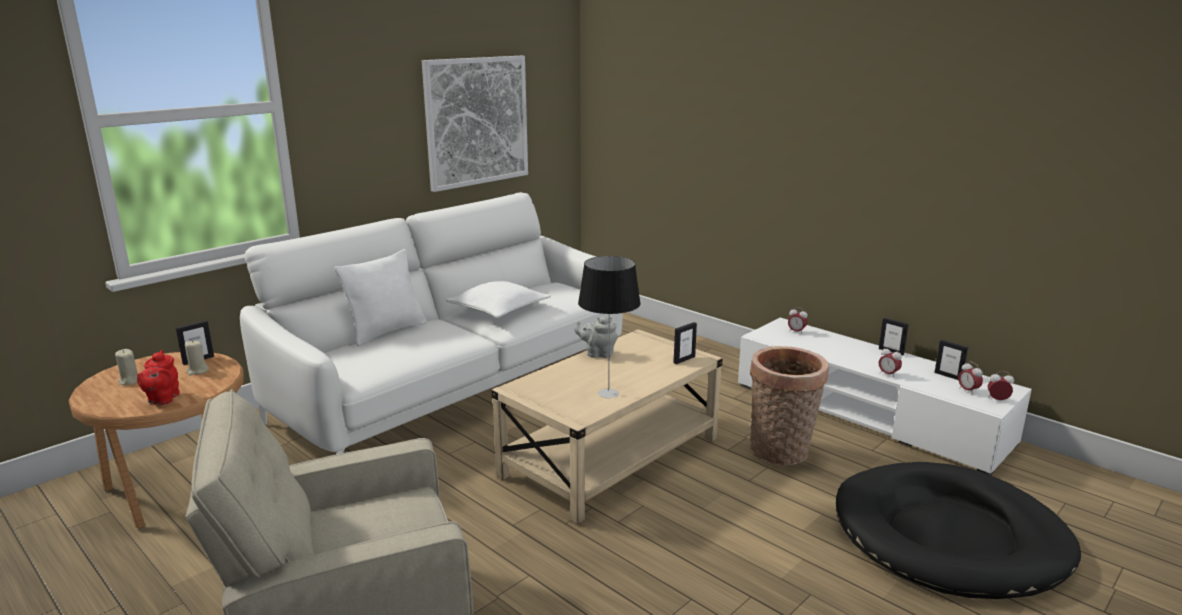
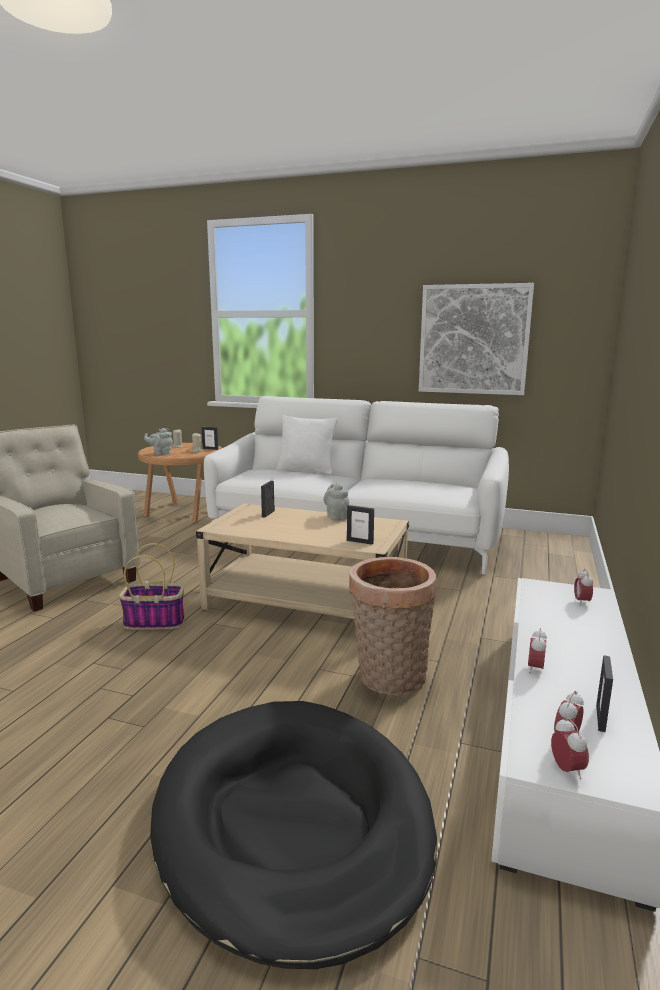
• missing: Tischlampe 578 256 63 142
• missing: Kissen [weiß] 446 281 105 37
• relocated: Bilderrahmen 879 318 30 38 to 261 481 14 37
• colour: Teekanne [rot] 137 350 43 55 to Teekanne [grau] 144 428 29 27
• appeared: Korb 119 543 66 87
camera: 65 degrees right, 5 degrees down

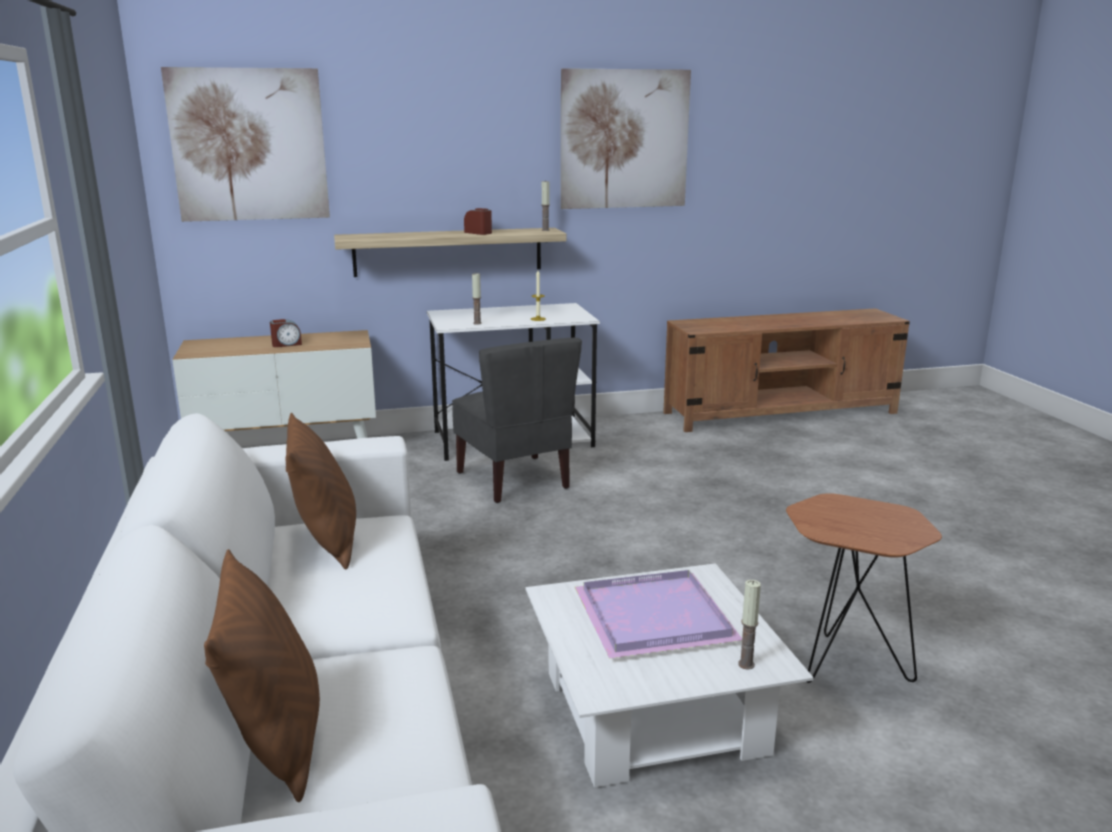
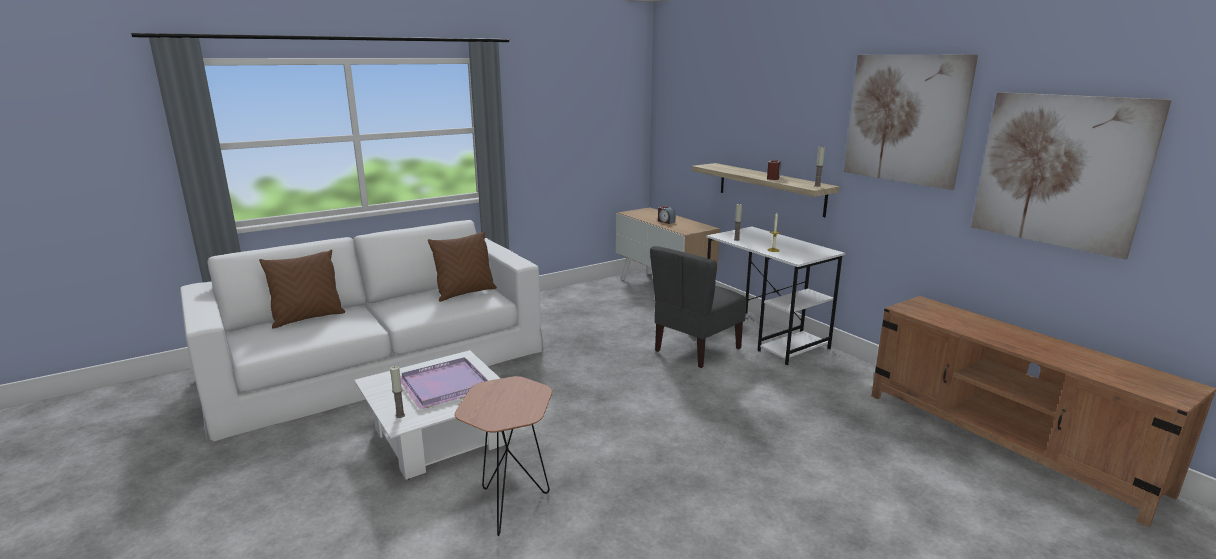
• relocated: Bild 161 67 169 155 to 971 92 201 168
camera: 70 degrees right, 0 degrees up

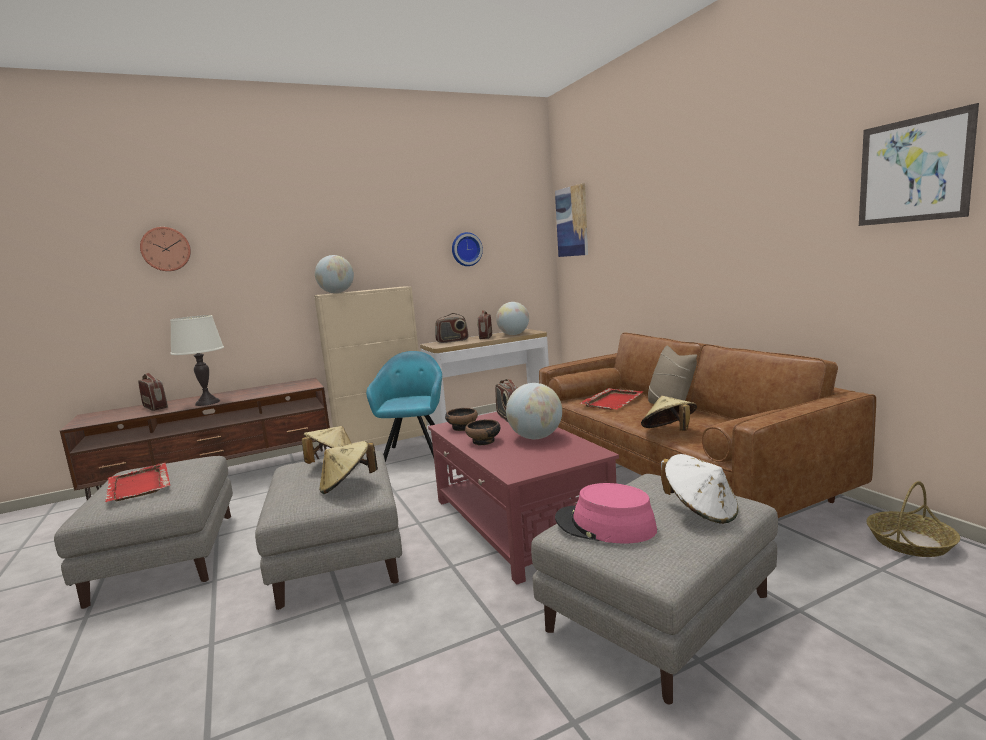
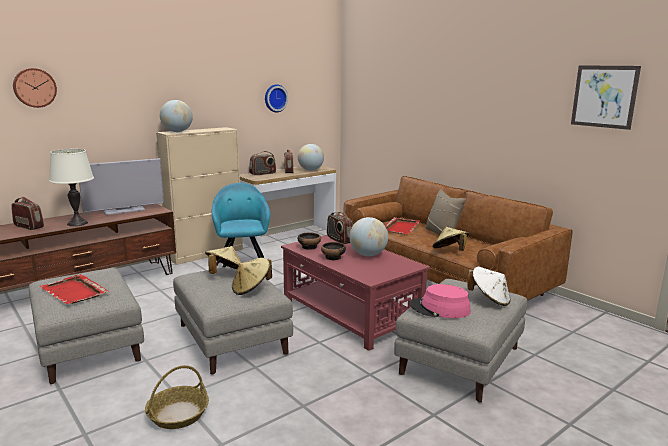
• missing: Bild 555 183 33 74
• relocated: Korb 866 481 94 76 to 145 365 64 64
• appeared: Fernseher 79 158 85 57
camera: 15 degrees left, 5 degrees up

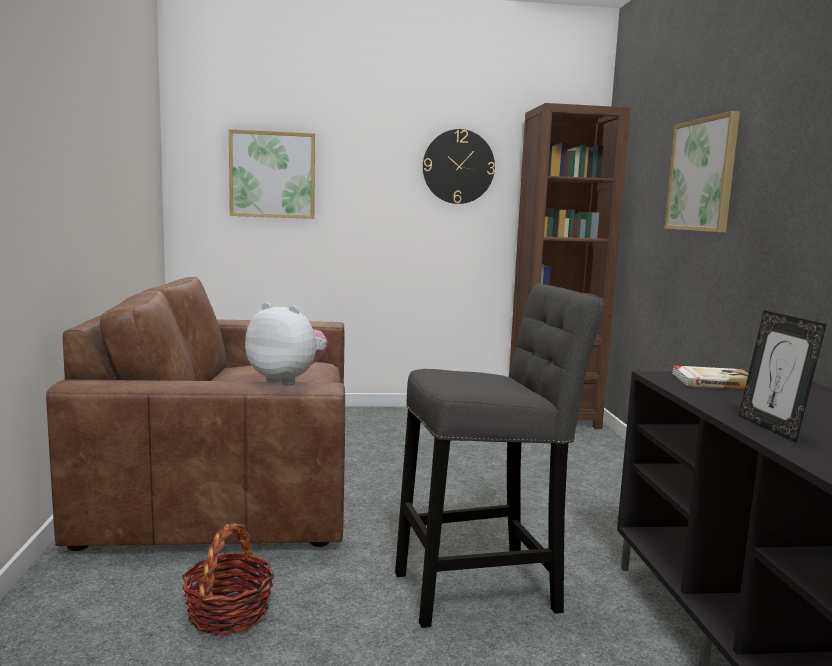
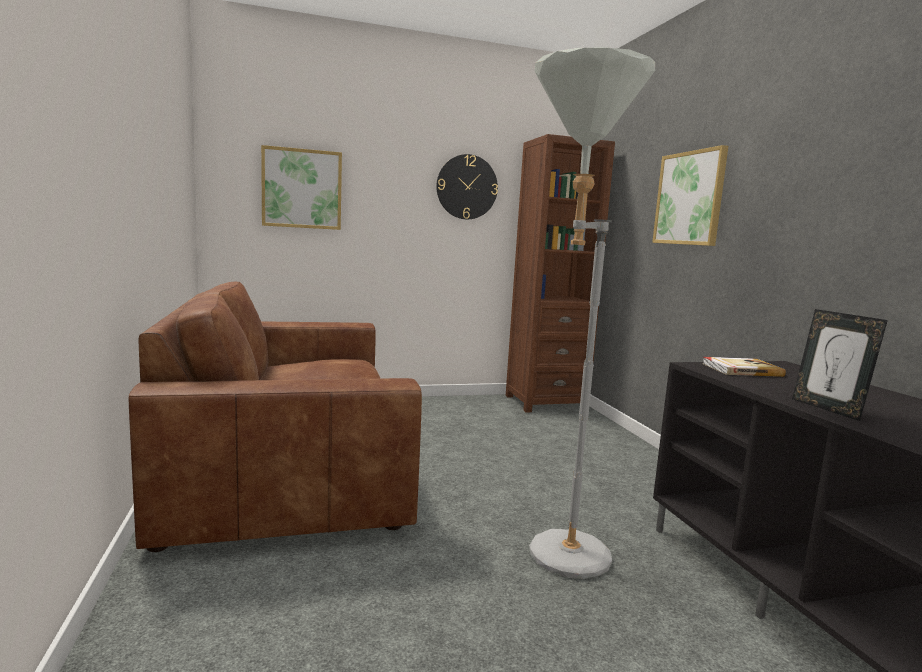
• exchanged: Hocker [grau] 395 284 210 344 to Stehlampe [grau] 529 47 126 532
• missing: Plüschtier 245 302 82 84
• missing: Korb 182 523 92 112
camera: 10 degrees left, 0 degrees up

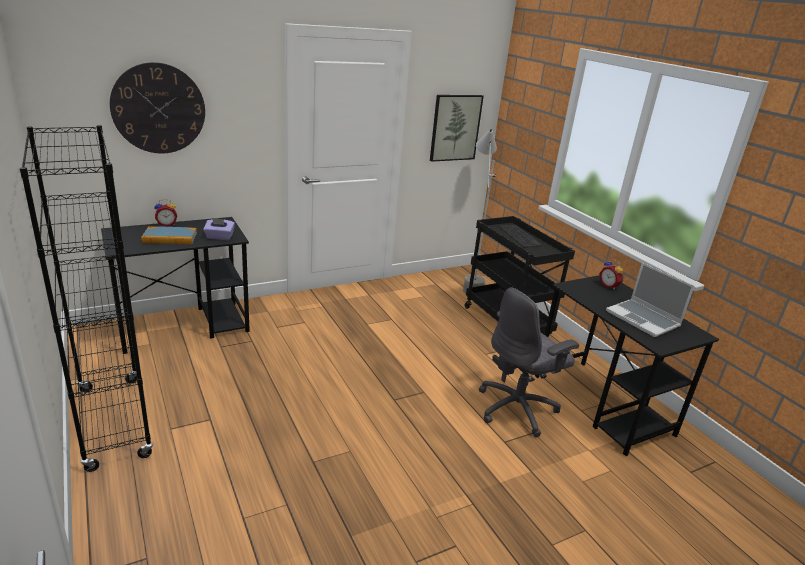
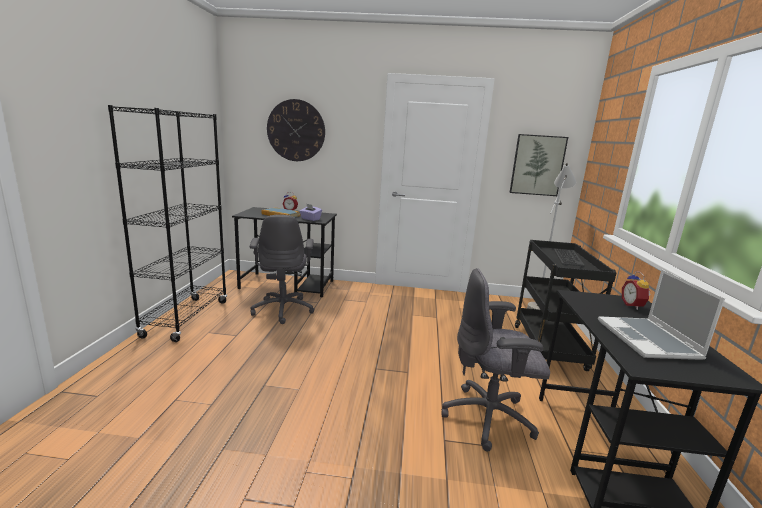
• appeared: Bürostuhl [grau] 250 215 65 109
camera: 35 degrees right, 10 degrees down

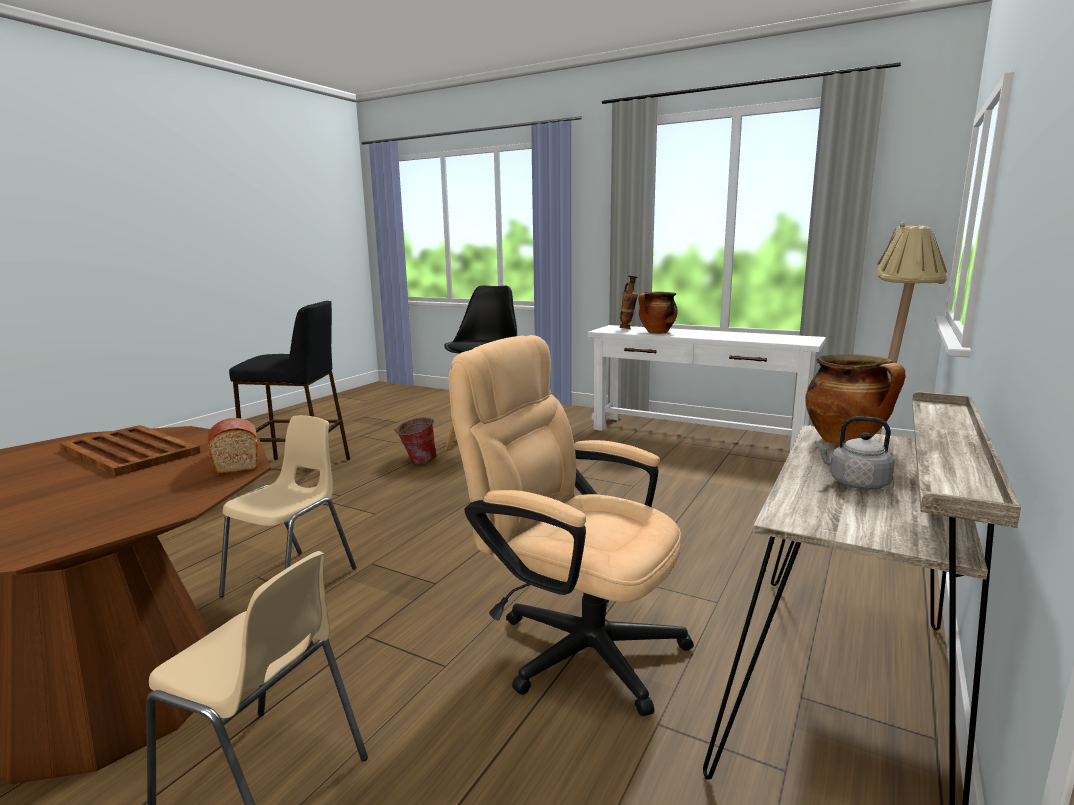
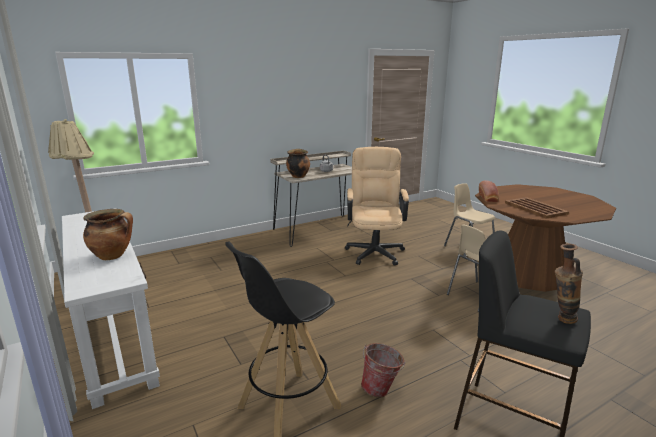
• relocated: Vase 619 276 19 53 to 555 244 28 80
• spun: Bürostuhl [beige] 448 335 246 381 = 345 147 64 119 150 degrees counterclockwise
camera: 150 degrees left, 5 degrees up

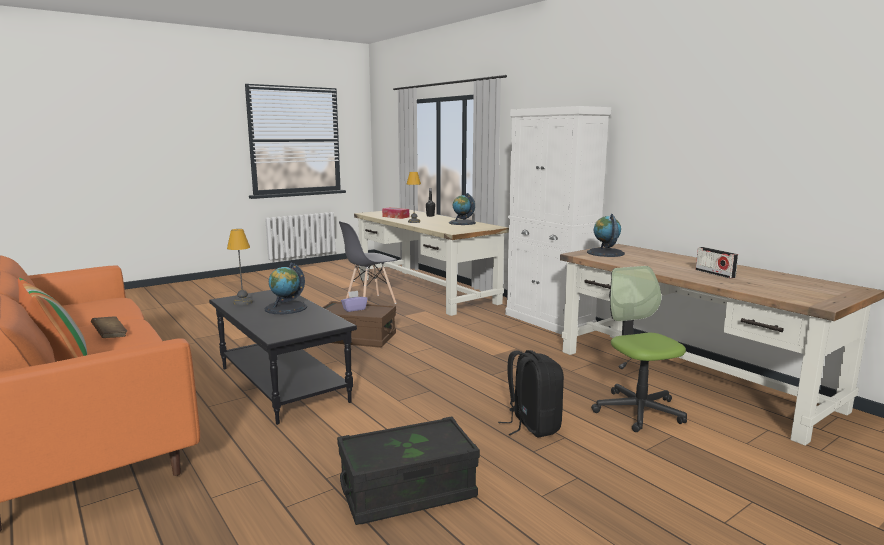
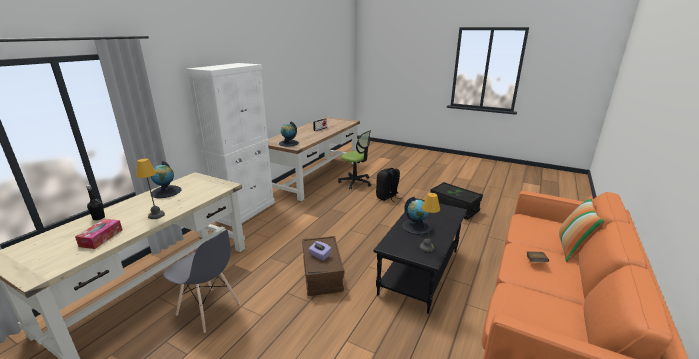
• spun: Bürostuhl 591 266 96 166 = 338 130 33 59 105 degrees counterclockwise
camera: 115 degrees left, 10 degrees up

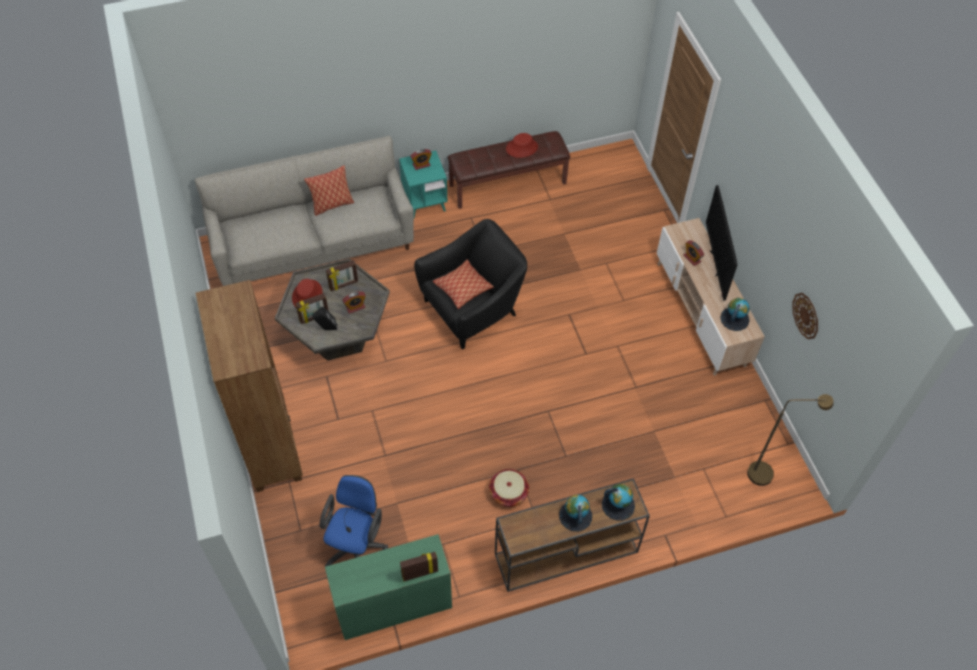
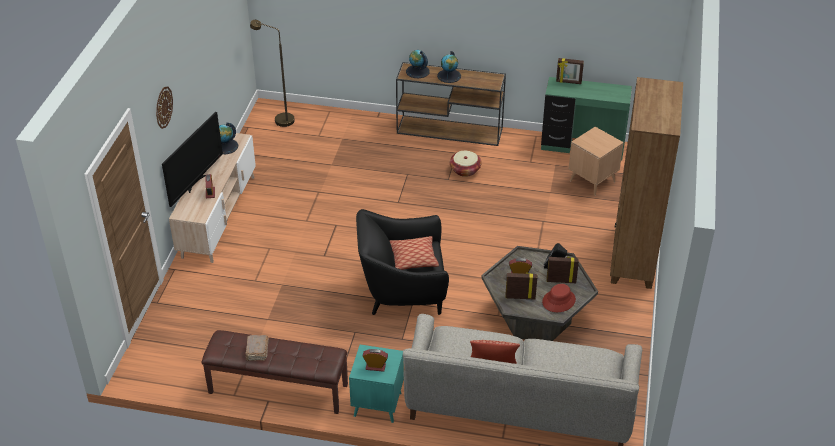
• exchanged: Hut [rot] 506 133 32 25 to Buch [braun] 245 335 23 26
• relocated: Wanduhr 793 293 25 46 to 156 86 17 43
• exchanged: Bürostuhl [blau] 320 475 68 92 to Beistelltisch [braun] 569 127 55 69
camera: 150 degrees left, 15 degrees down

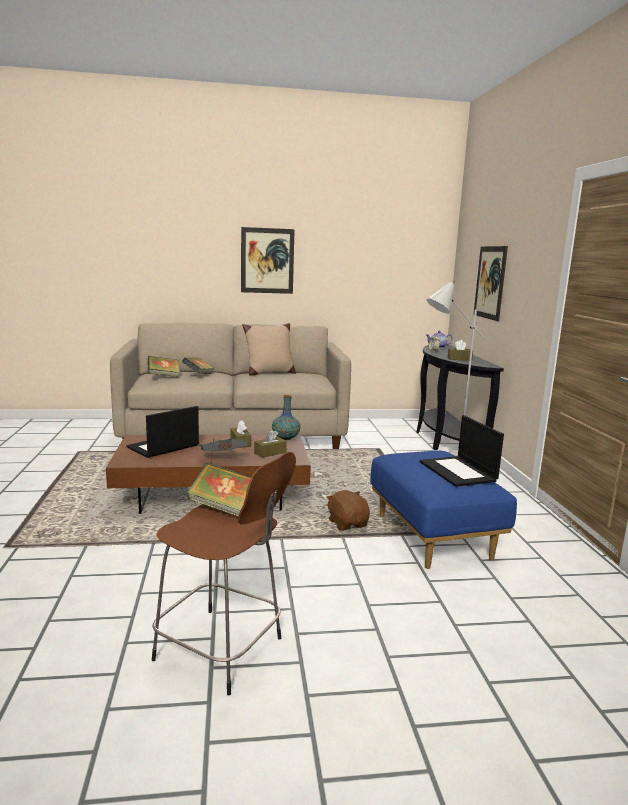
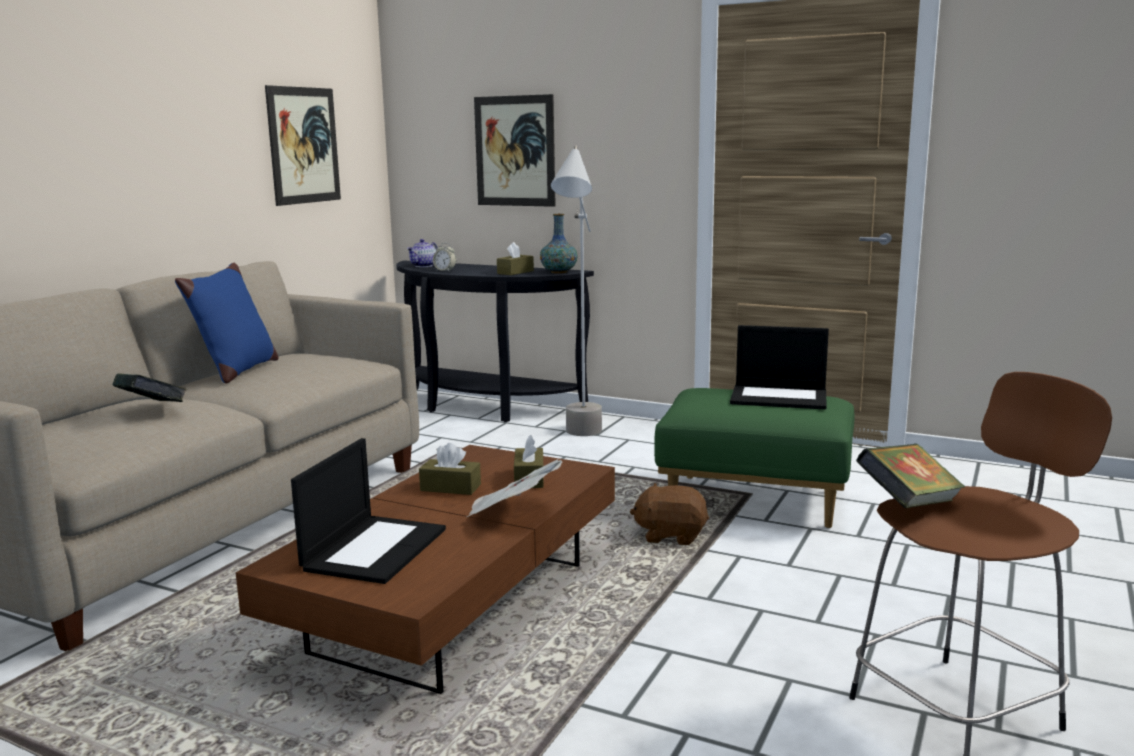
• relocated: Bild 241 227 54 67 to 265 85 76 121
• colour: Kissen [beige] 242 323 54 53 to Kissen [blau] 175 263 104 120
• missing: Buch 147 356 33 21
• relocated: Vase 272 395 28 45 to 540 214 38 59
• spun: Laptop 127 406 72 52 = 291 438 155 146 150 degrees counterclockwise
• colour: Polsterhocker [blau] 370 450 147 119 to Polsterhocker [grün] 654 388 200 140
camera: 55 degrees left, 0 degrees up

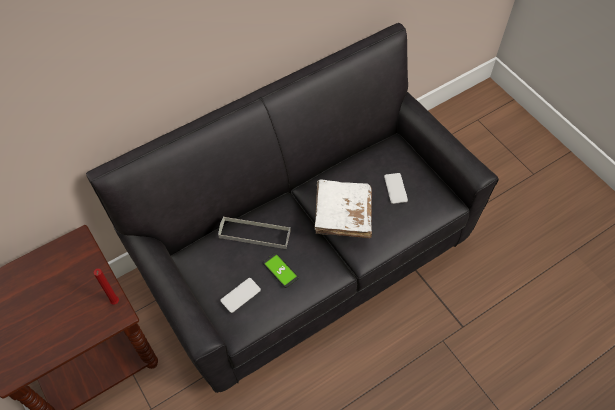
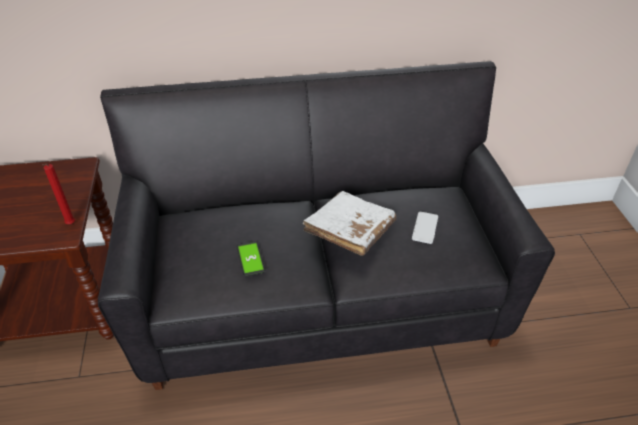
• missing: Tablett [grau] 218 216 73 33
• missing: Handy 221 278 40 35
camera: 25 degrees right, 15 degrees down

